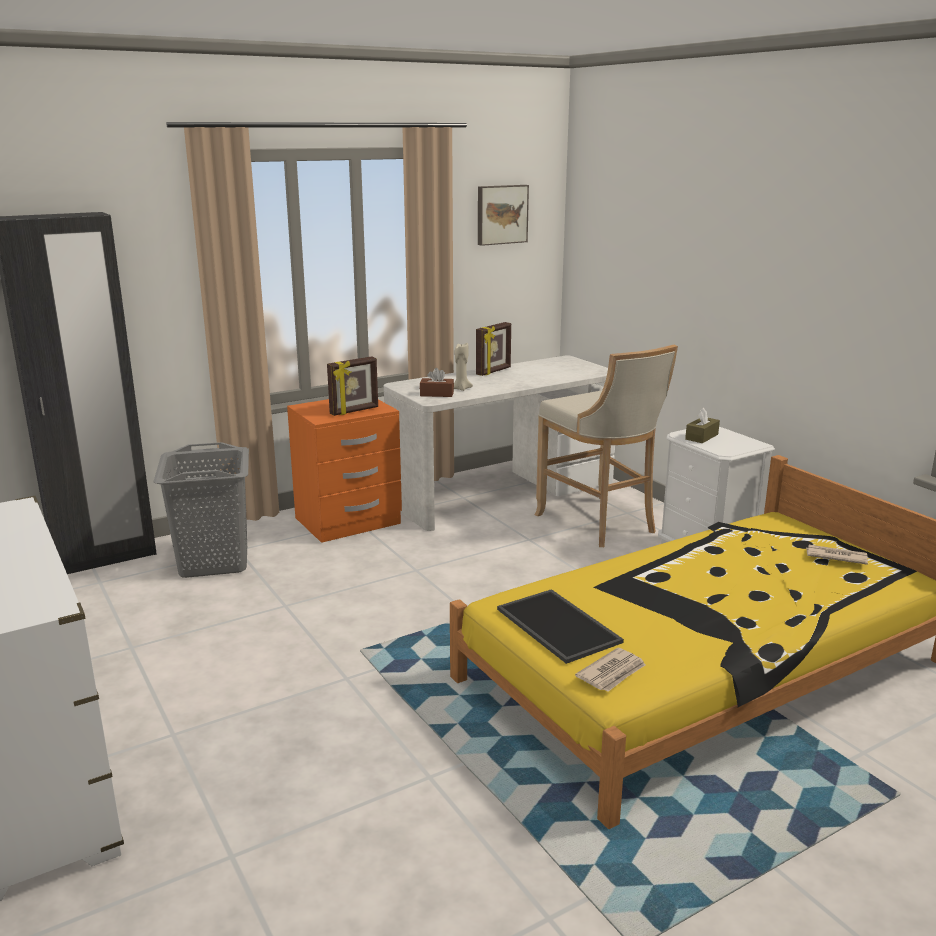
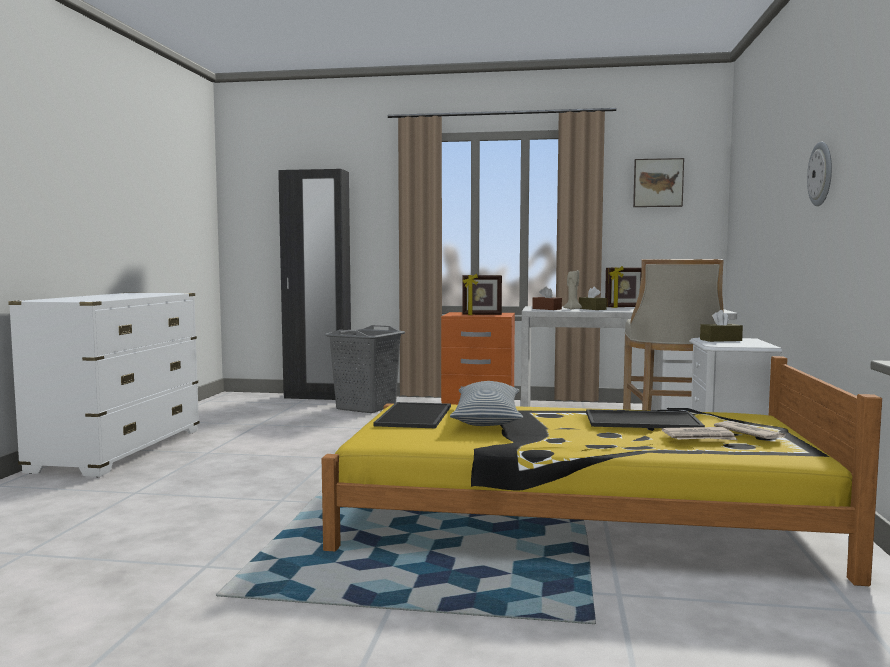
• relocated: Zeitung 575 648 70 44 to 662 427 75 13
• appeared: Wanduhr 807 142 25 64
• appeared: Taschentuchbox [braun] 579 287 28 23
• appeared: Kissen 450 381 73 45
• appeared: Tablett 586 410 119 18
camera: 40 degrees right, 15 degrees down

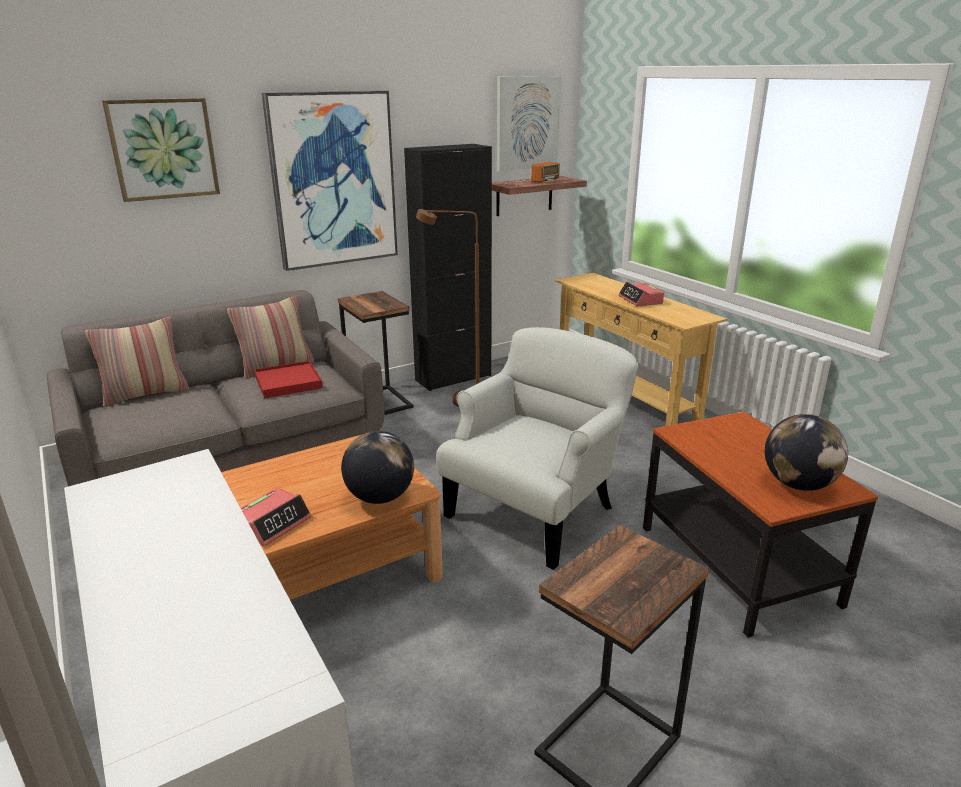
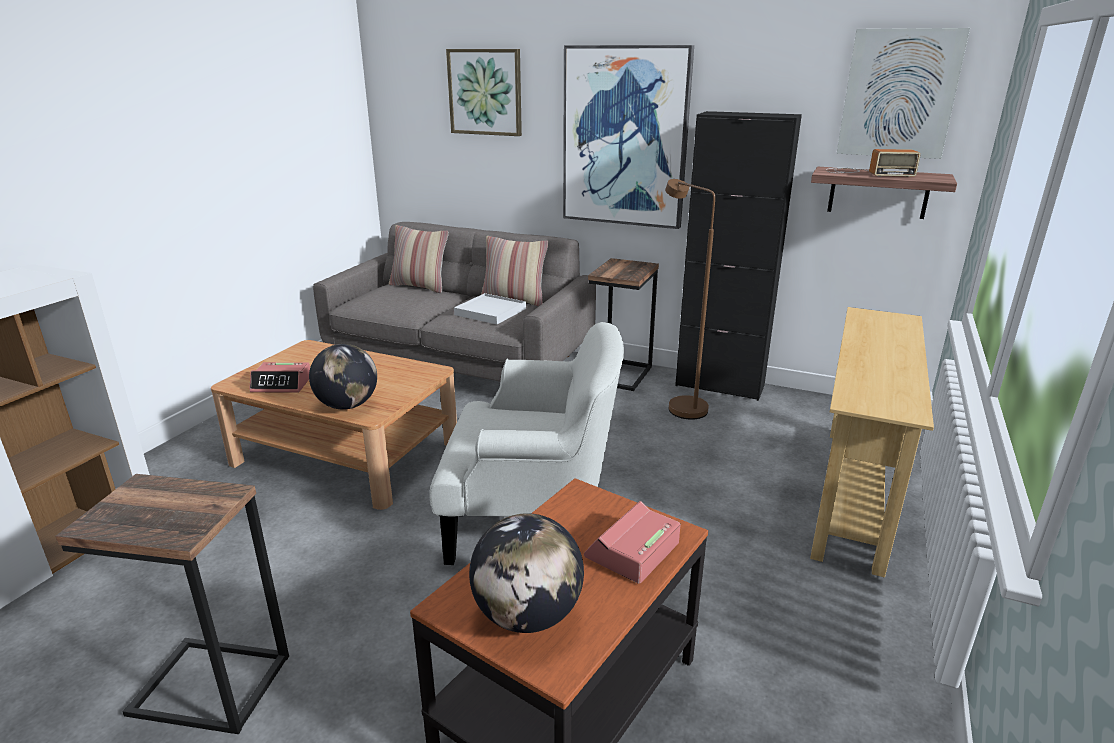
• relocated: Wecker 618 282 46 24 to 584 501 96 83
• colour: Tablett [rot] 254 361 69 37 to Tablett [weiß] 454 293 72 31
camera: 55 degrees right, 0 degrees up

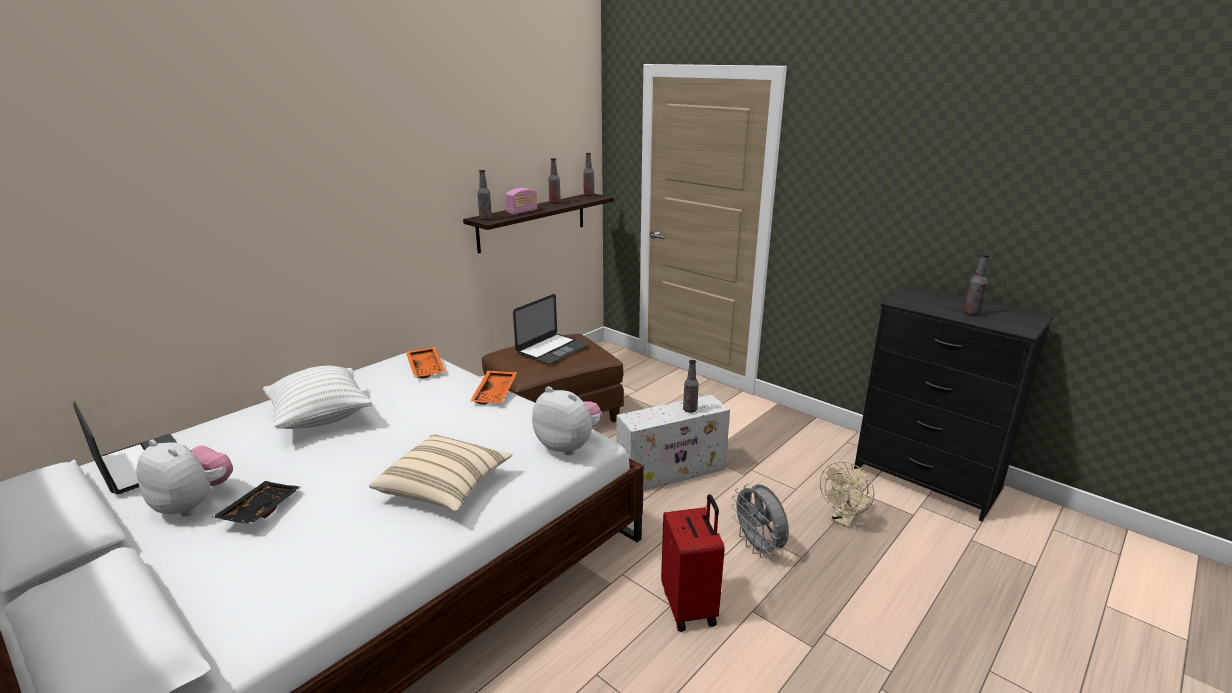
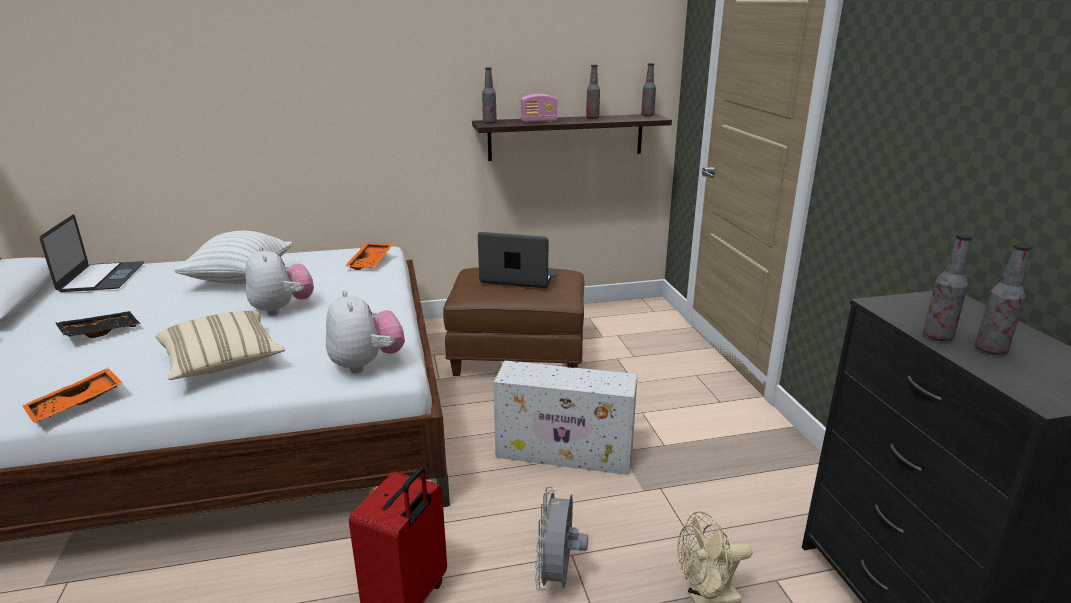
• spun: Laptop 513 294 76 70 = 478 232 80 56 150 degrees counterclockwise
• relocated: Flasche 683 360 16 53 to 923 233 50 108
• relocated: Tablett [orange] 470 371 47 34 to 22 368 101 55
• relocated: Plüschtier 136 439 97 77 to 245 246 69 70
camera: 35 degrees right, 0 degrees up

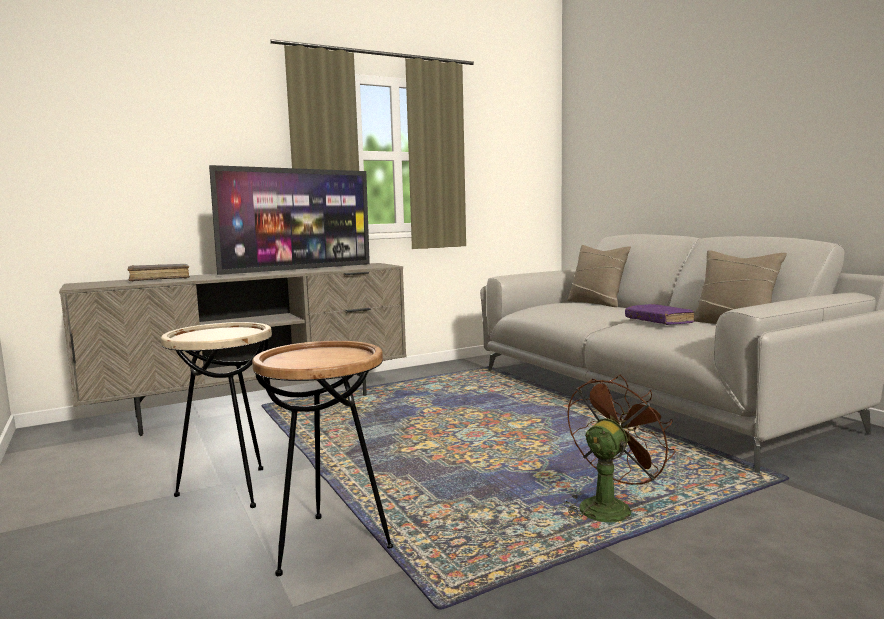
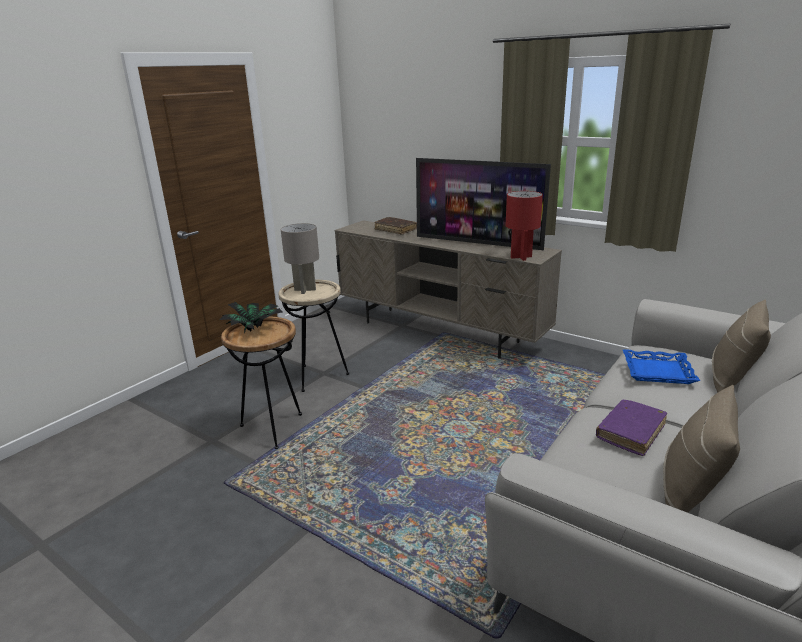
• missing: Ventilator [braun] 563 374 112 148
• appeared: Tischlampe [rot] 506 191 37 70
• appeared: Tischlampe [grau] 281 223 38 71
• appeared: Topfpflanze 220 301 63 33
• appeared: Tablett [blau] 623 349 77 35
camera: 65 degrees right, 15 degrees up

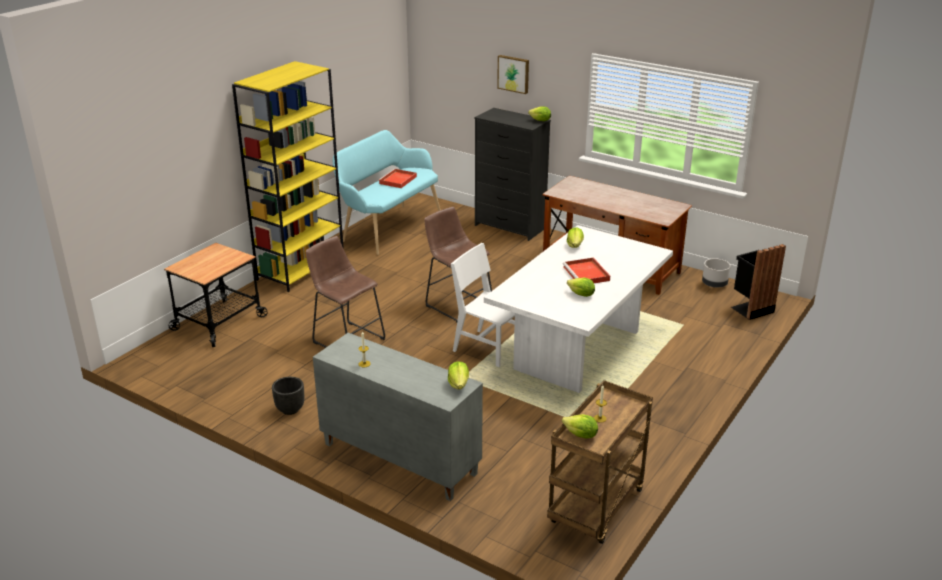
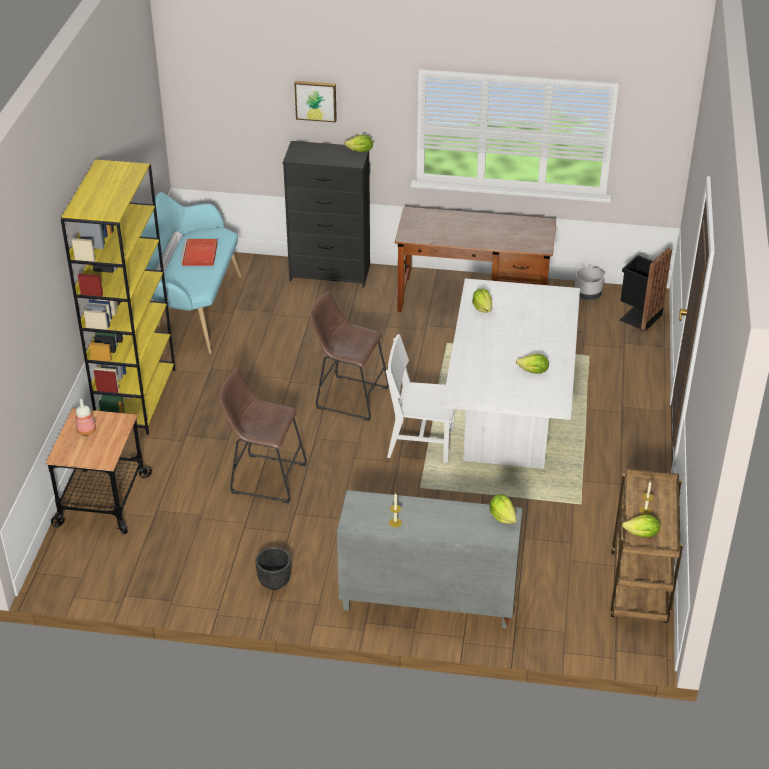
• missing: Tablett [rot] 563 258 47 25
• appeared: Flasche 76 399 20 37
camera: 25 degrees left, 10 degrees up

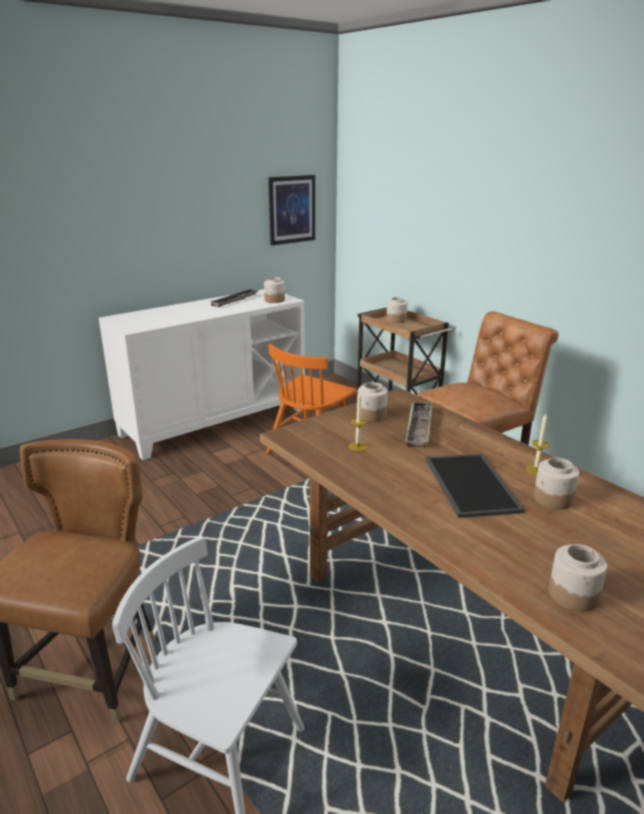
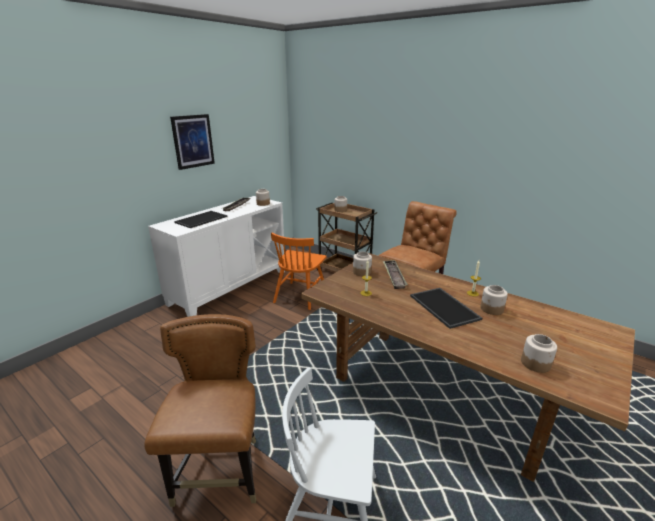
• relocated: Bild 268 175 47 70 to 170 114 45 56
• appeared: Tablett 174 211 53 17
camera: 15 degrees left, 0 degrees up

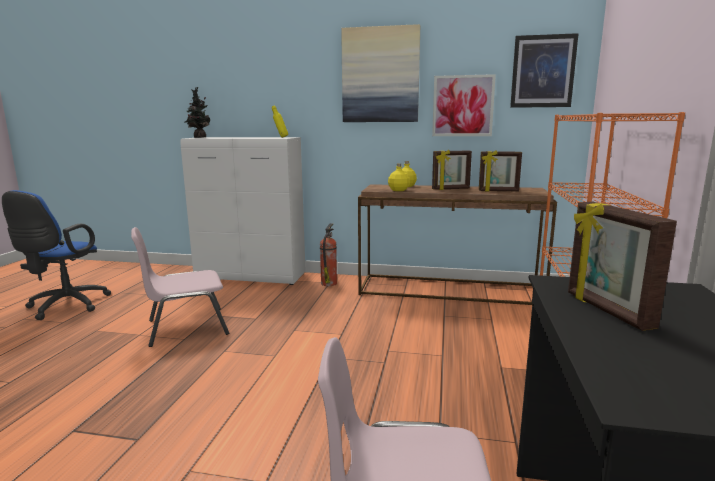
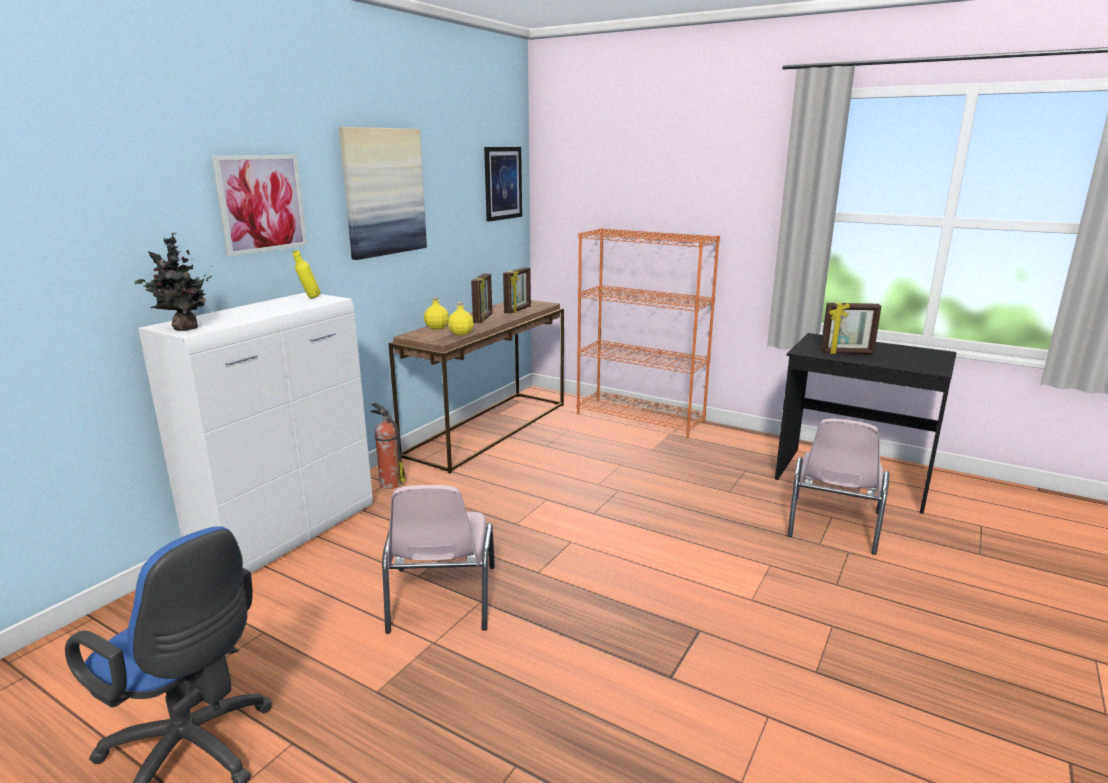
• relocated: Bild 432 74 64 62 to 212 155 95 102
camera: 70 degrees left, 5 degrees up

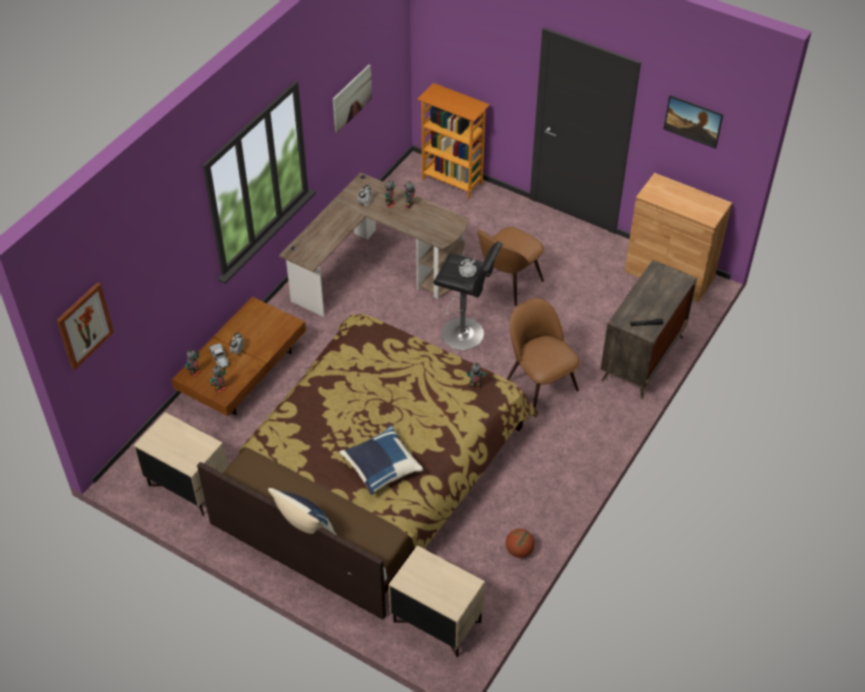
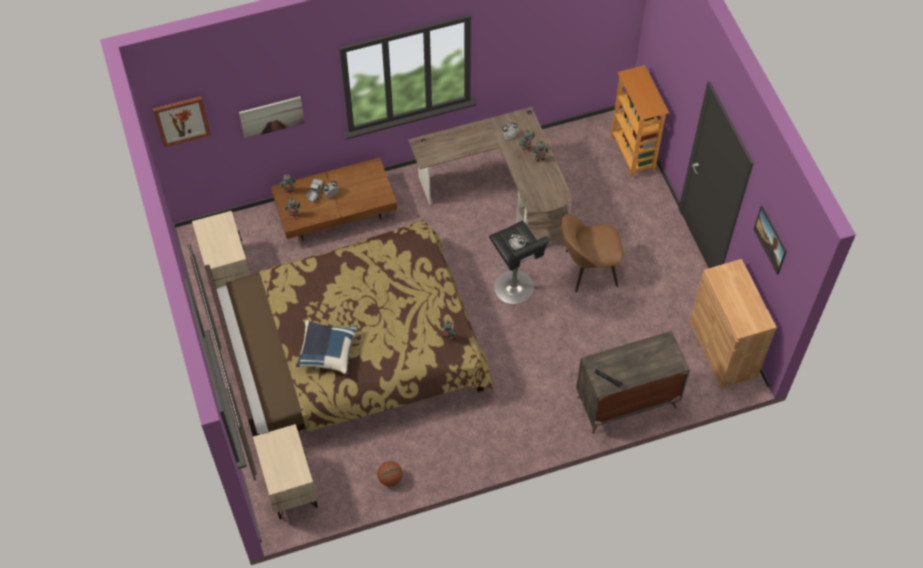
• relocated: Bild 333 64 39 69 to 239 96 65 43
• missing: Stuhl [braun] 507 298 73 111
• missing: Kissen [blau] 268 488 69 47
camera: 40 degrees right, 10 degrees up

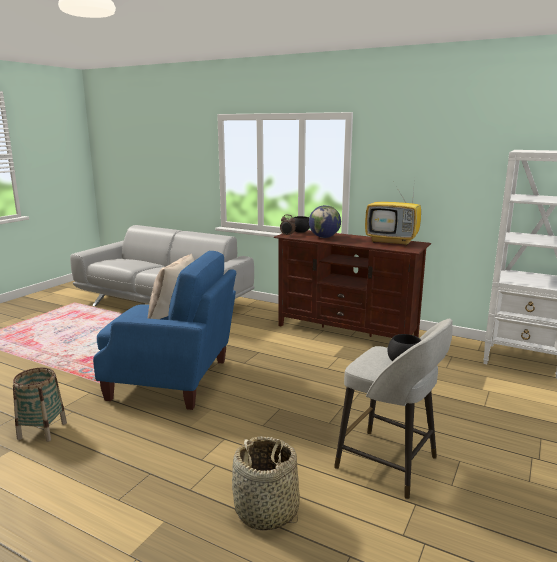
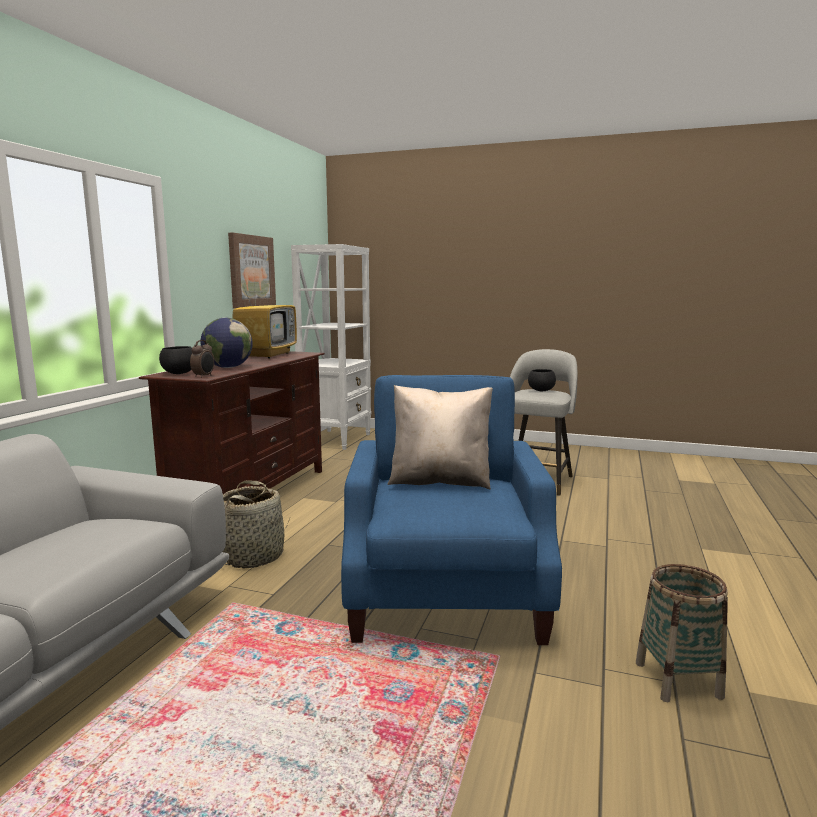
• relocated: Korb 232 436 68 95 to 223 480 67 89
• appeared: Bild 228 233 48 76
camera: 100 degrees left, 5 degrees down

